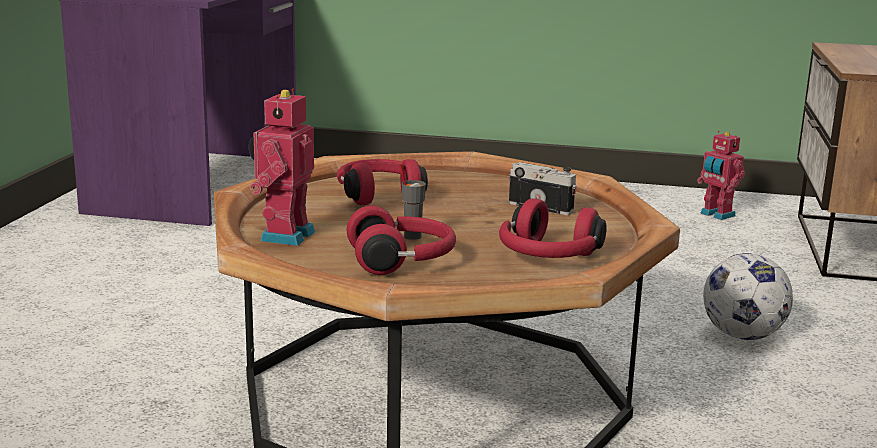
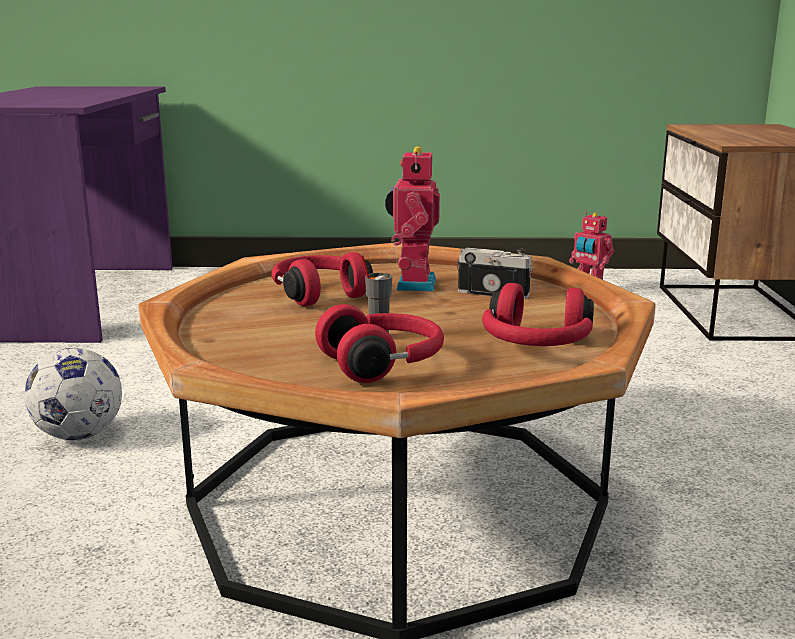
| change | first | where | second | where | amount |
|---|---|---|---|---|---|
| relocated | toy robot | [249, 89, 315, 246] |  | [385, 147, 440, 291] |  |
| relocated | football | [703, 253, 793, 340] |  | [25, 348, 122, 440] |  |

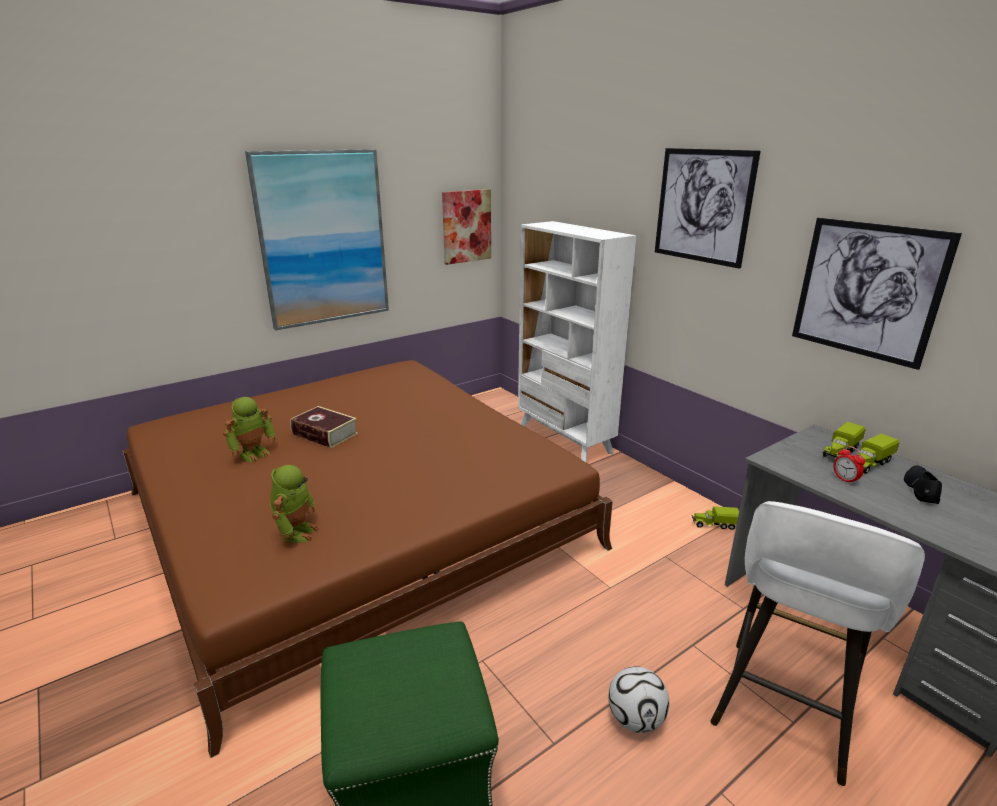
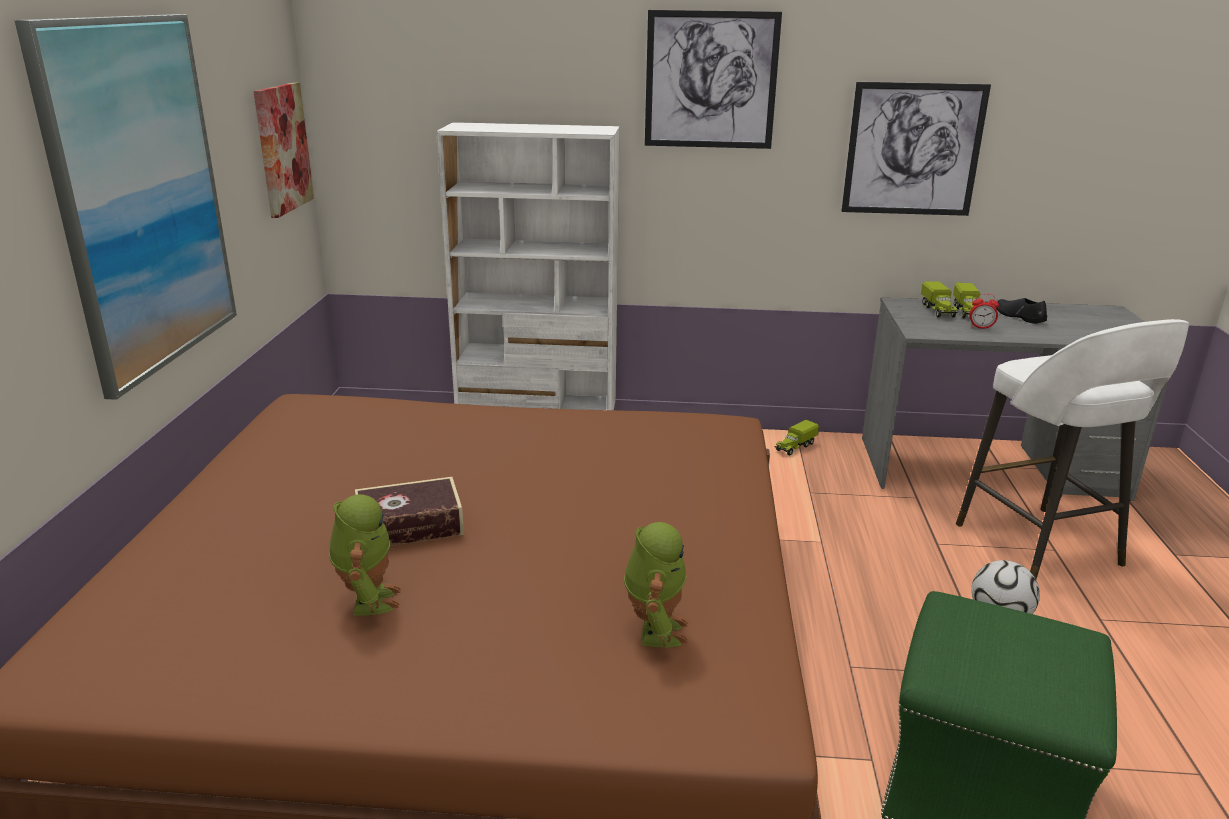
| change | first | where | second | where | amount |
|---|---|---|---|---|---|
| spun | toy robot | [270, 465, 320, 543] |  | [624, 522, 688, 647] | 45 degrees clockwise |

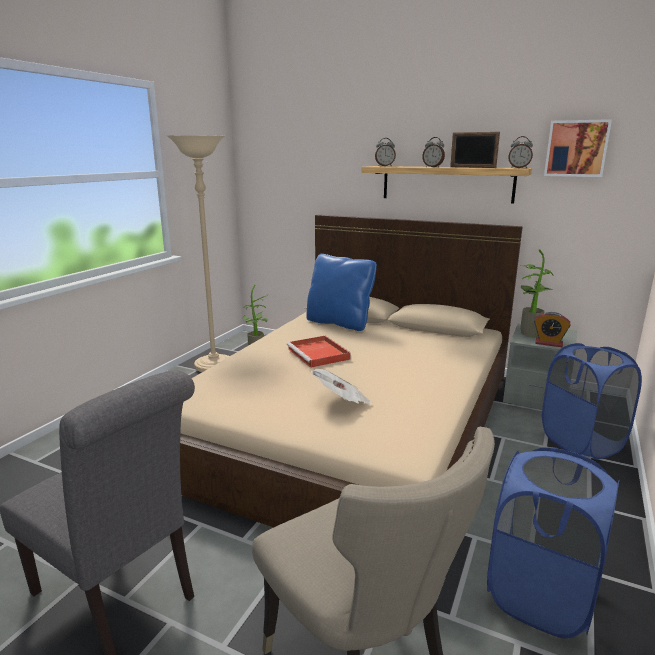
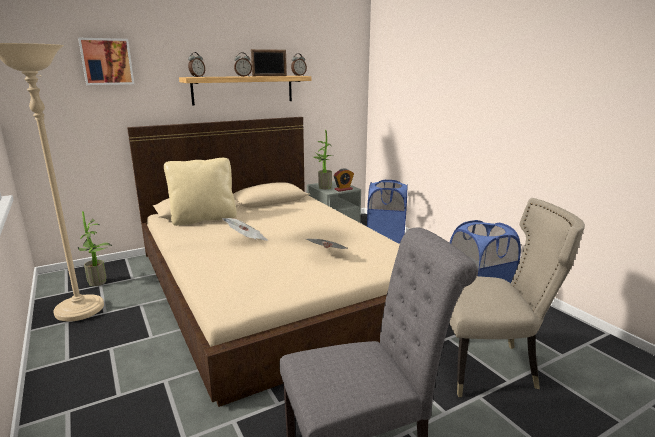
| change | first | where | second | where | amount |
|---|---|---|---|---|---|
| exchanged | tray/red | [287, 336, 351, 368] | printed paper | [222, 218, 269, 241] |  |
| colour | cushion/blue-coloured | [306, 254, 377, 331] | cushion/beige-coloured | [164, 158, 237, 226] |  |
| relocated | wall picture | [544, 119, 612, 177] |  | [78, 38, 134, 85] |  |

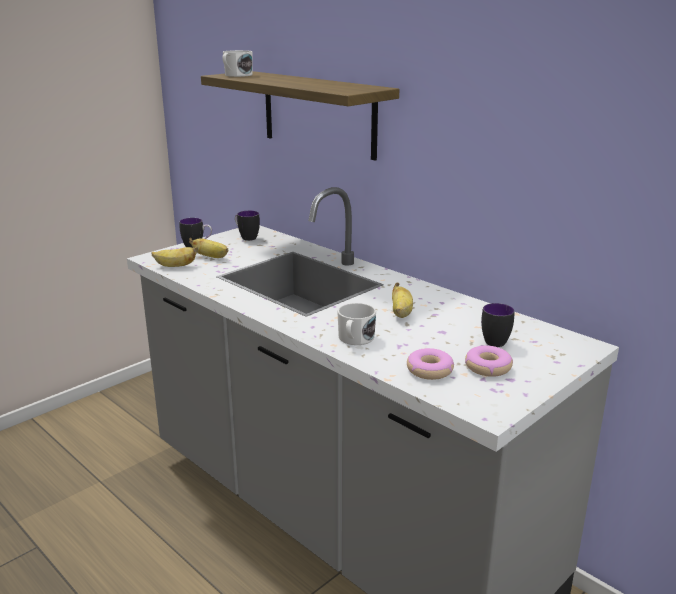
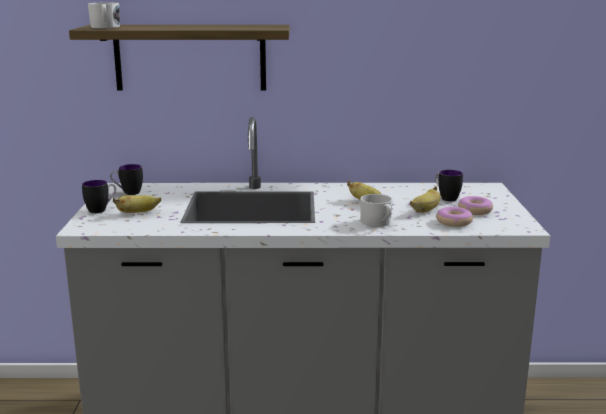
| change | first | where | second | where | amount |
|---|---|---|---|---|---|
| relocated | banana fruit | [151, 247, 198, 267] |  | [410, 187, 441, 213] |  |

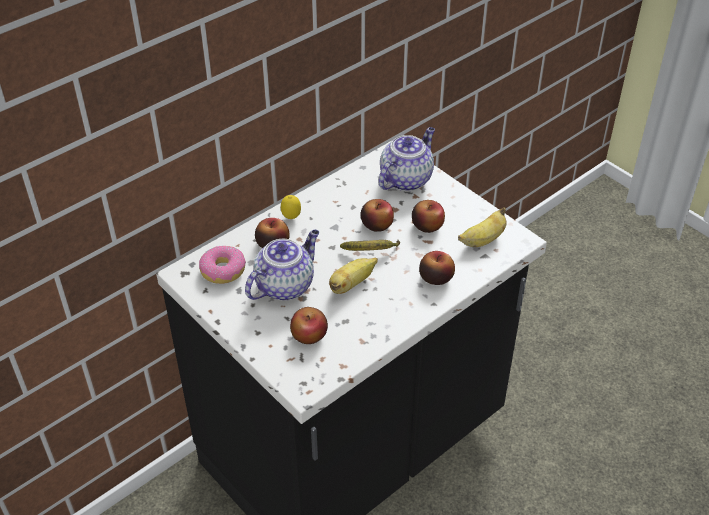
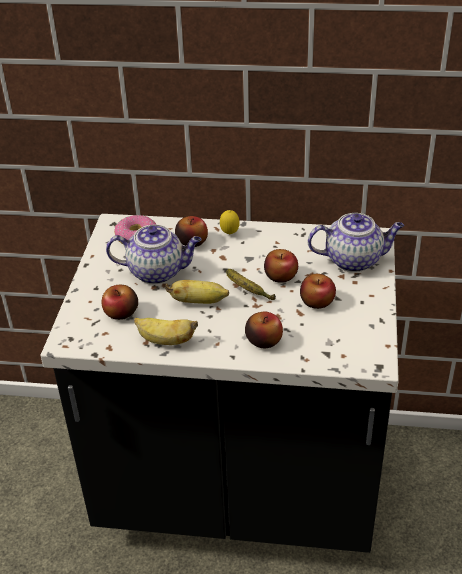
| change | first | where | second | where | amount |
|---|---|---|---|---|---|
| relocated | banana fruit | [458, 207, 507, 247] |  | [134, 317, 198, 345] |  |

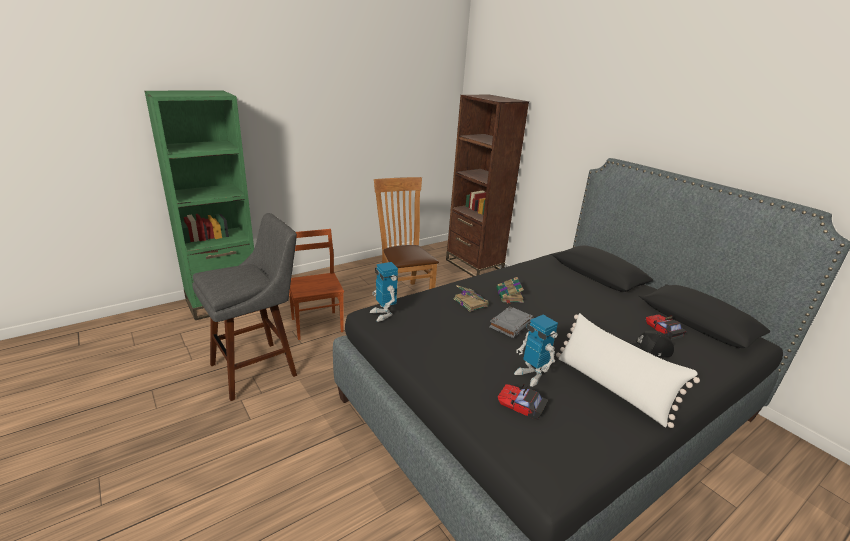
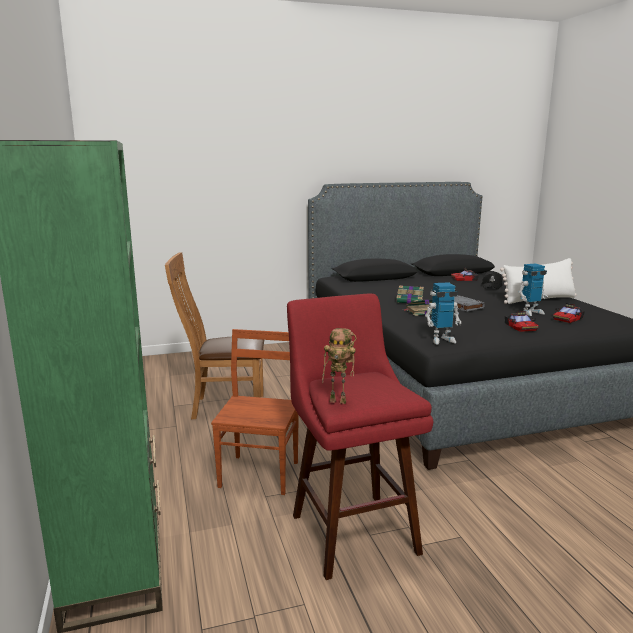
| change | first | where | second | where | amount |
|---|---|---|---|---|---|
| colour | stool/gray | [192, 213, 297, 401] | stool/red | [287, 293, 433, 580] |  |
| spun | upright chair/brownish | [289, 229, 344, 340] |  | [211, 329, 299, 495] | 105 degrees clockwise |
| missing | bookshelf/brownish | [446, 95, 529, 277] |  |  |  |
| appeared |  |  | toy robot | [322, 328, 356, 404] |  |
| appeared |  |  | toy car | [505, 311, 539, 332] |  |

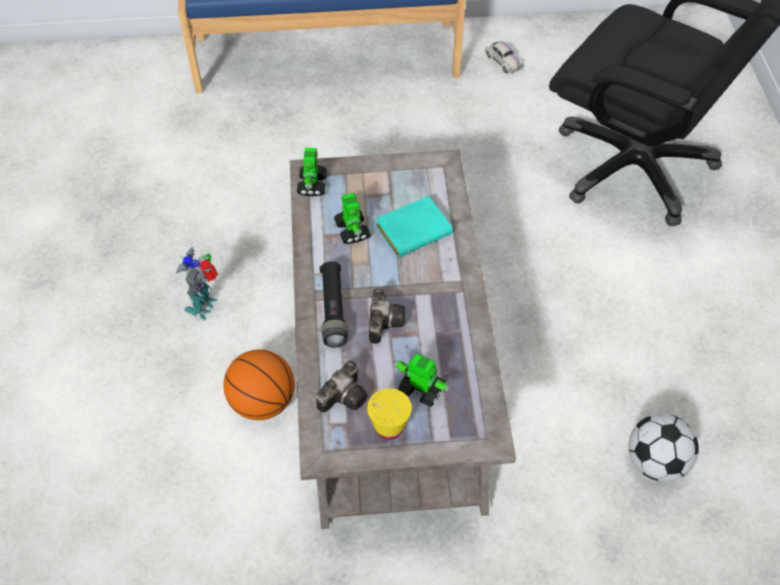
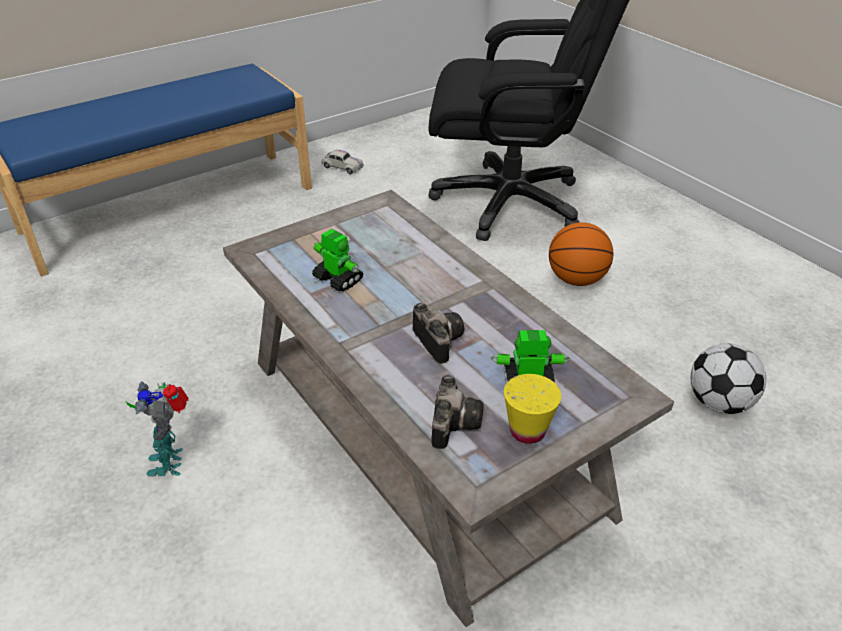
| change | first | where | second | where | amount |
|---|---|---|---|---|---|
| relocated | basketball ball | [223, 350, 295, 420] |  | [549, 222, 613, 286] |  |
| missing | toy robot | [297, 148, 328, 197] |  |  |  |
| missing | torch/blackish | [319, 261, 348, 347] |  |  |  |
| missing | volume/turquoise-coloured | [375, 196, 453, 257] |  |  |  |

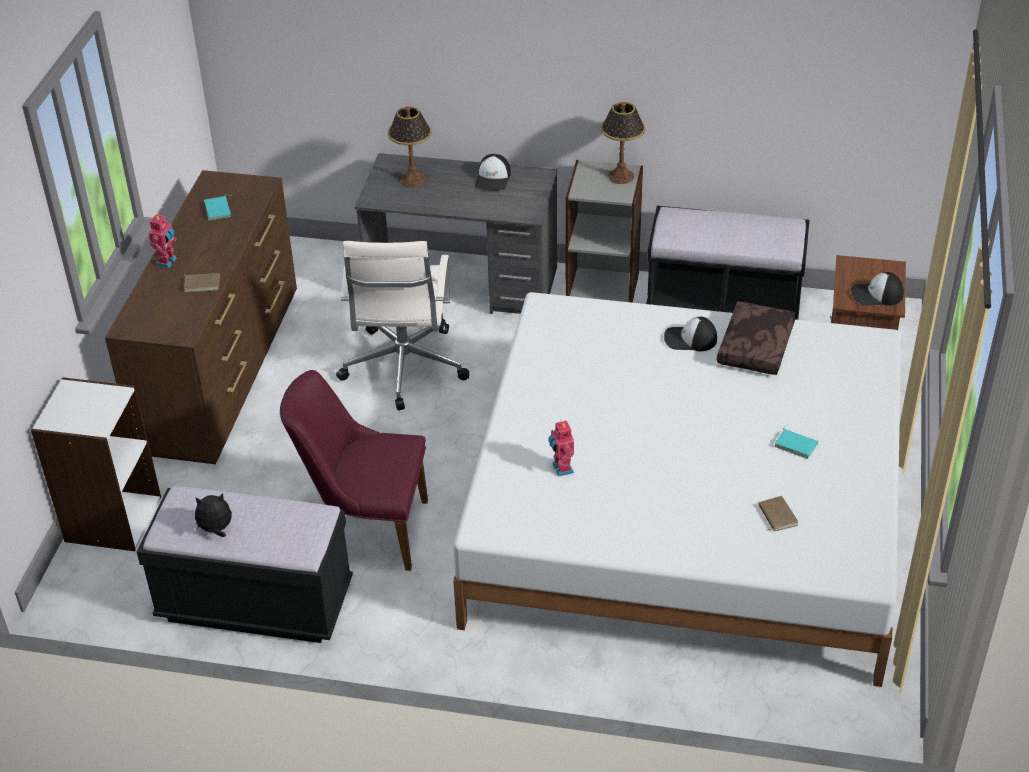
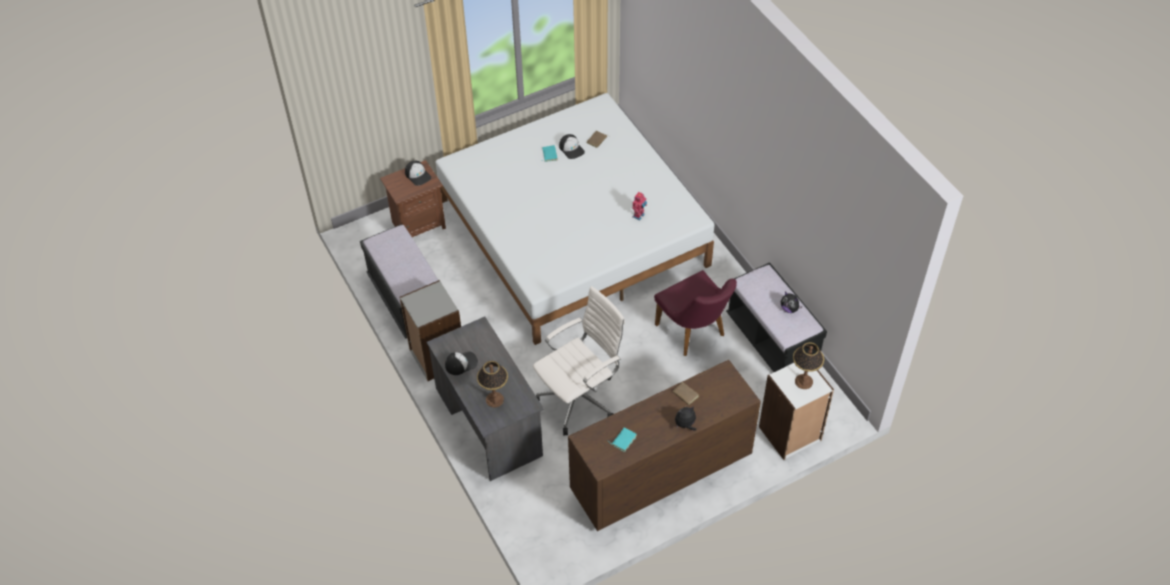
| change | first | where | second | where | amount |
|---|---|---|---|---|---|
| exchanged | toy robot | [149, 213, 177, 268] | plush toy | [675, 407, 697, 431] |  |
| relocated | tabletop lamp | [601, 102, 645, 184] |  | [793, 342, 824, 389] |  |
| relocated | cap | [664, 317, 717, 351] |  | [559, 134, 585, 159] |  |
| missing | cushion/brownish | [717, 301, 796, 375] |  |  |  |

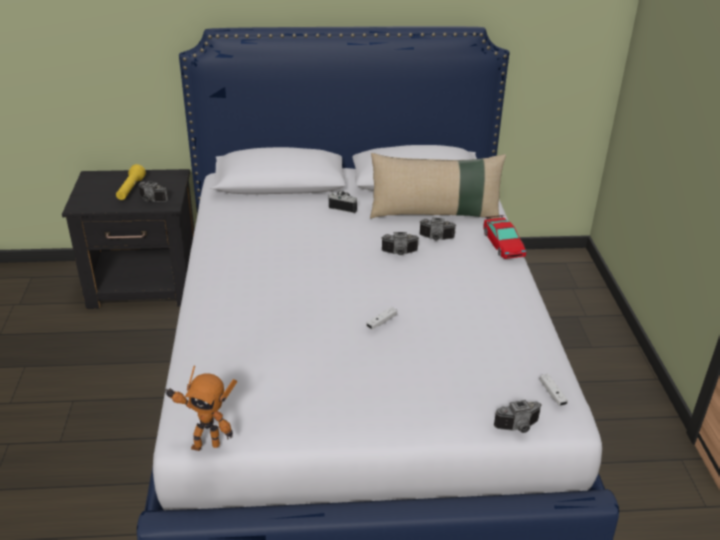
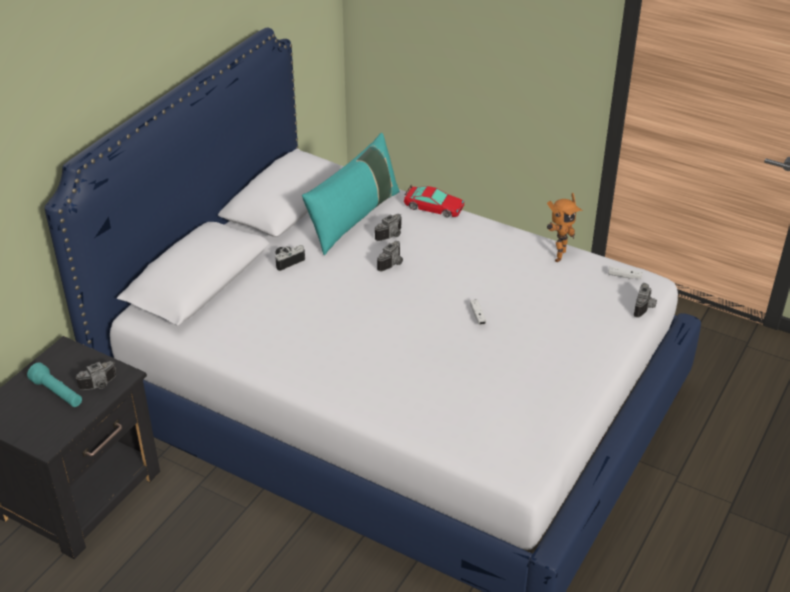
| change | first | where | second | where | amount |
|---|---|---|---|---|---|
| colour | torch/yellowish | [116, 164, 146, 200] | torch/turquoise-coloured | [27, 362, 82, 407] |  |
| relocated | toy robot | [164, 366, 237, 451] |  | [547, 193, 583, 262] |  |
| colour | cushion/beige-coloured | [370, 153, 506, 219] | cushion/turquoise-coloured | [302, 133, 400, 255] |  |

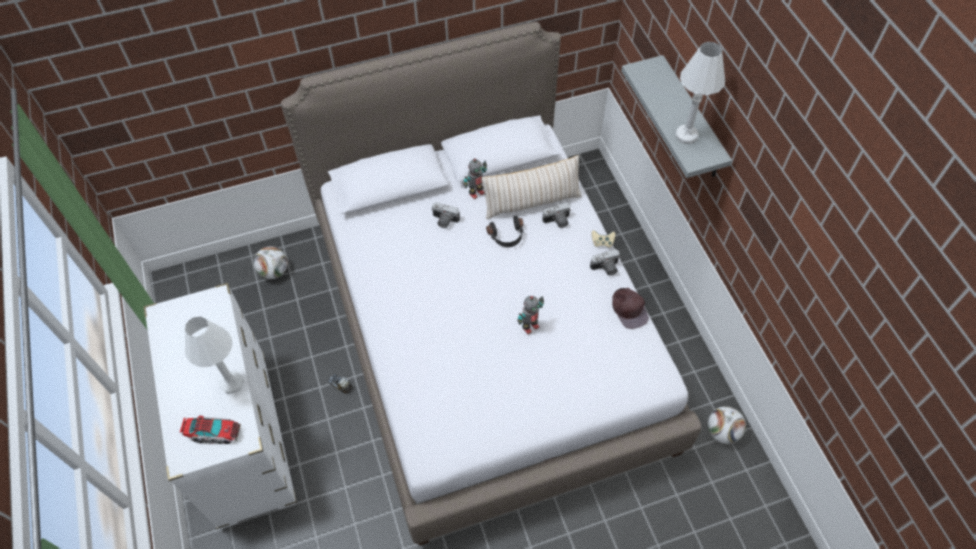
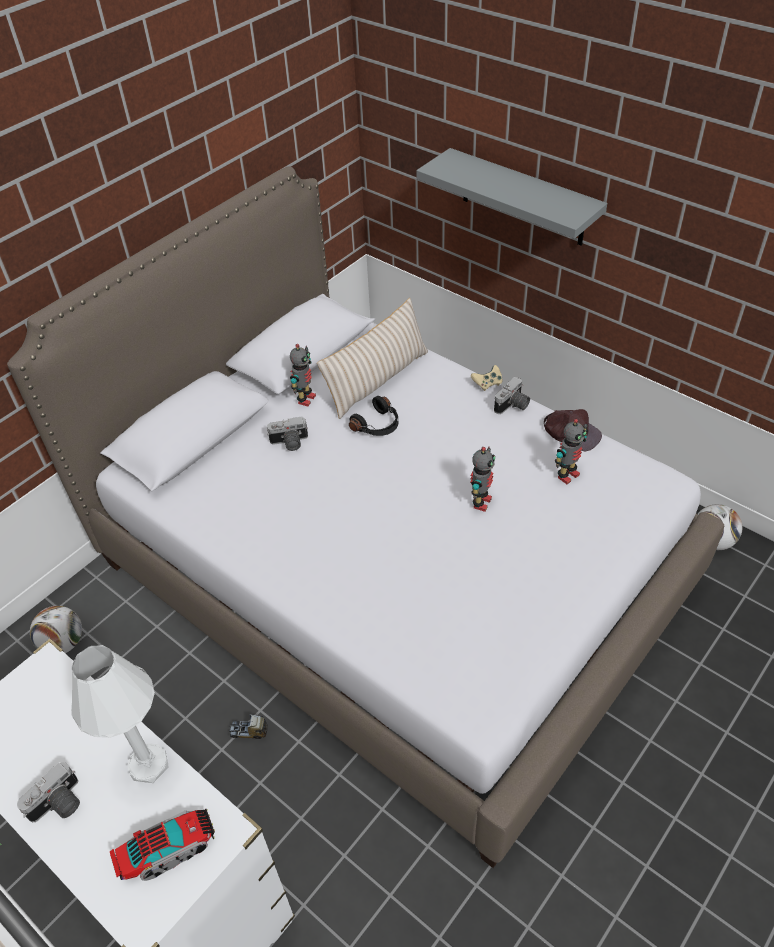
| change | first | where | second | where | amount |
|---|---|---|---|---|---|
| relocated | still camera | [542, 202, 571, 228] |  | [17, 762, 80, 822] |  |
| missing | tabletop lamp/white | [675, 42, 725, 144] |  |  |  |
| appeared |  |  | toy robot | [555, 419, 588, 484] |  |

